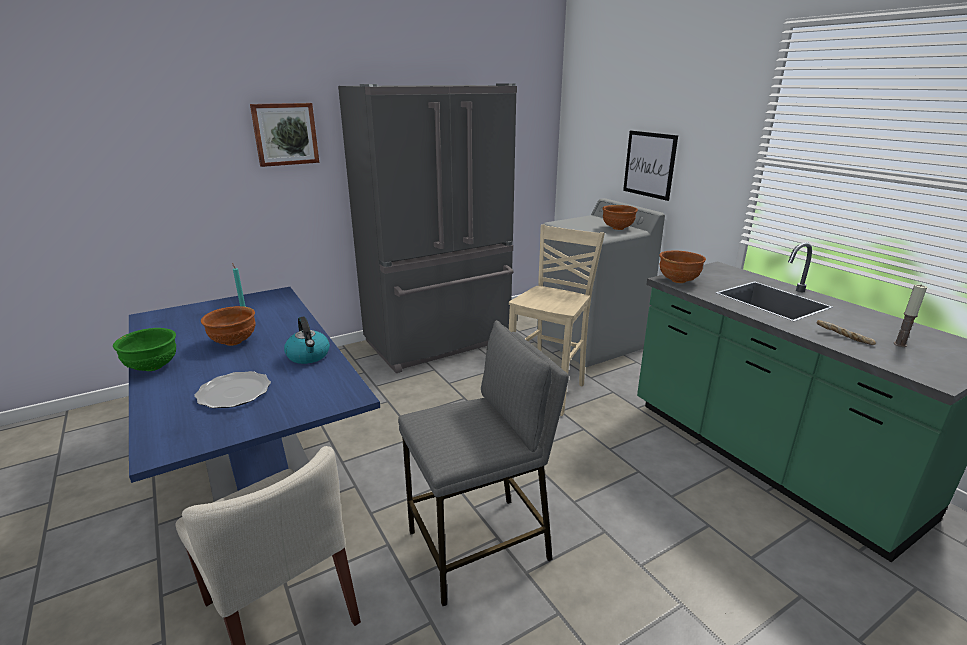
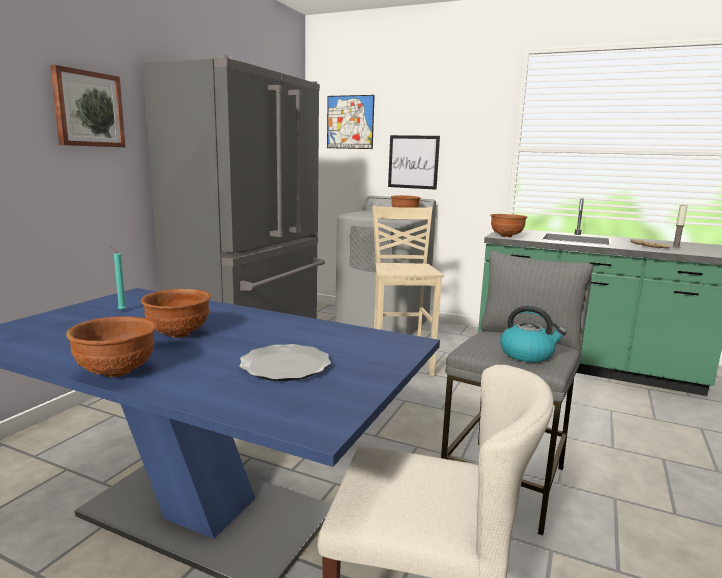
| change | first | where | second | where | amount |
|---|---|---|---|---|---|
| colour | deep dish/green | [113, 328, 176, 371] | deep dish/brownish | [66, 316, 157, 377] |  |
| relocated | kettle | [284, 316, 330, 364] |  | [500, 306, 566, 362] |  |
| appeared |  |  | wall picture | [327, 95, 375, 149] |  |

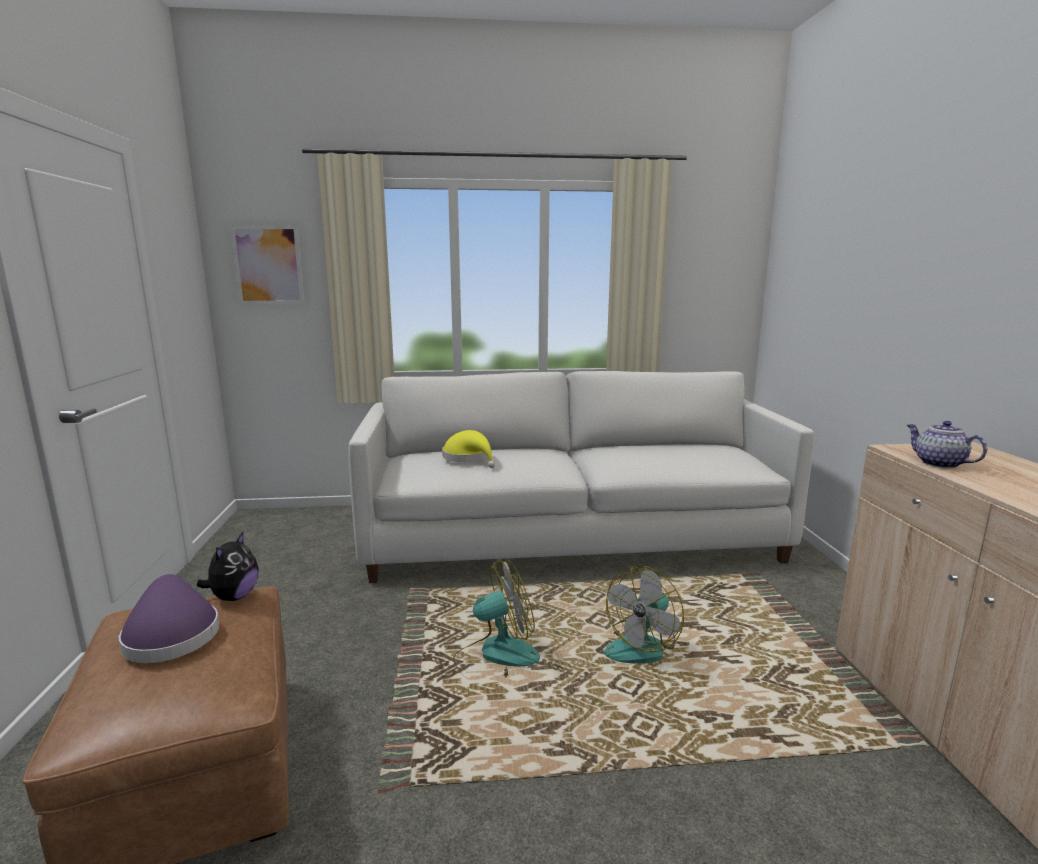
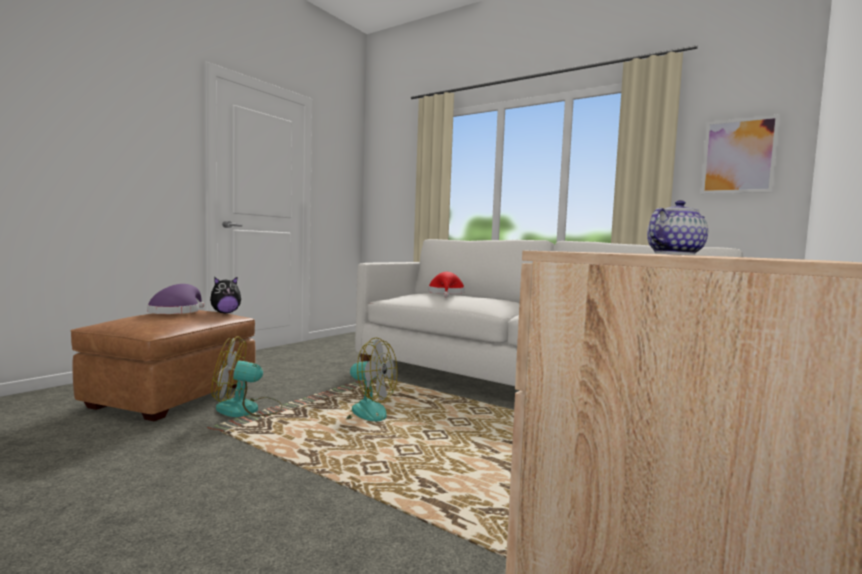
| change | first | where | second | where | amount |
|---|---|---|---|---|---|
| relocated | wall picture | [230, 225, 304, 304] |  | [700, 114, 780, 194] |  |
| colour | clothing hat/yellowish | [442, 430, 495, 468] | clothing hat/red | [428, 272, 465, 297] |  |
| relocated | cooling fan | [604, 565, 684, 663] |  | [211, 336, 283, 417] |  |
| spun | tea pot | [907, 421, 987, 468] |  | [647, 200, 708, 255] | 45 degrees clockwise |

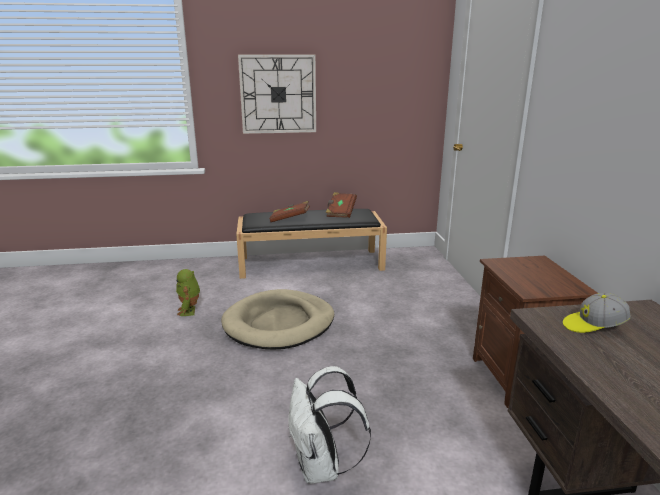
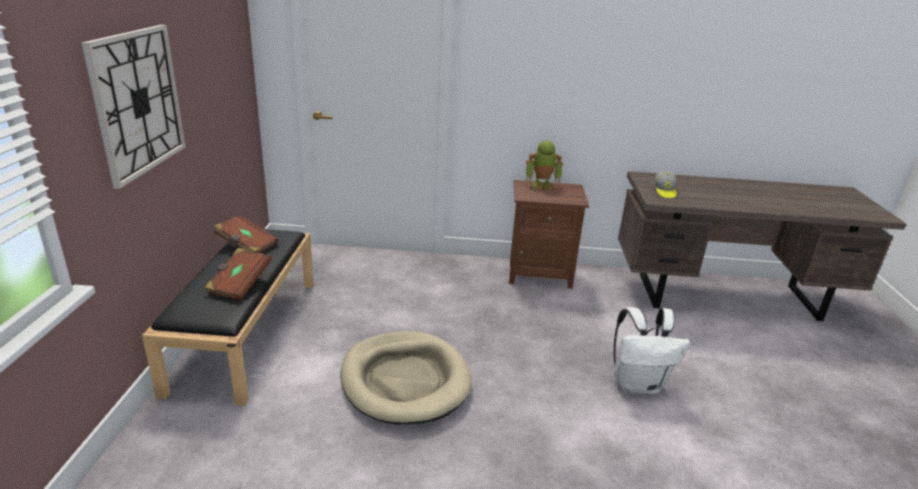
| change | first | where | second | where | amount |
|---|---|---|---|---|---|
| relocated | toy robot | [176, 269, 200, 316] |  | [526, 140, 563, 191] |  |

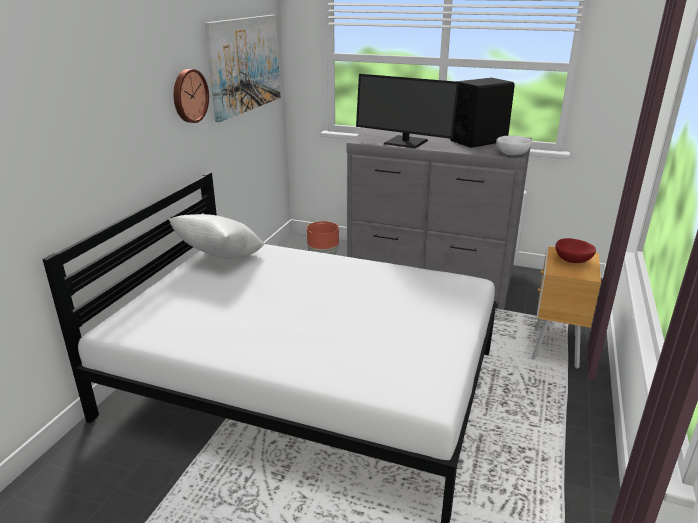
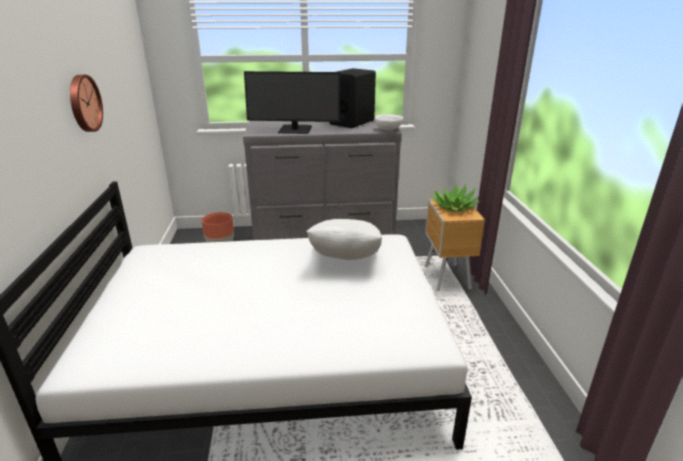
| change | first | where | second | where | amount |
|---|---|---|---|---|---|
| relocated | cushion/white | [168, 214, 264, 259] |  | [306, 219, 382, 260] |  |
| missing | wall picture | [205, 15, 280, 122] |  |  |  |
| exchanged | deep dish/red | [555, 238, 596, 263] | houseplant | [431, 183, 480, 212] |  |

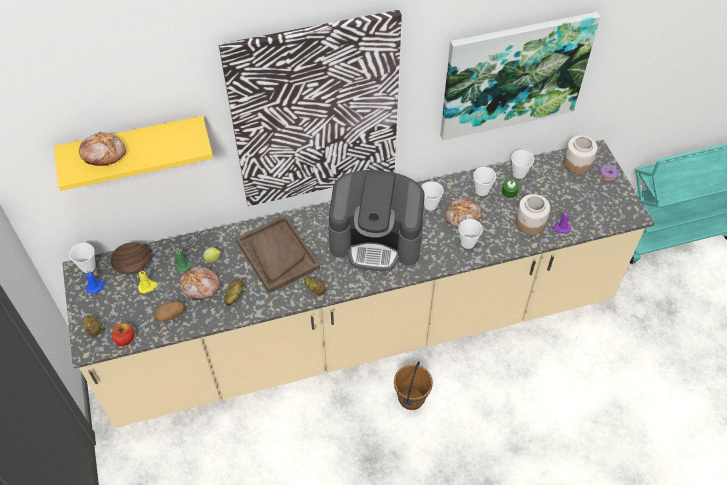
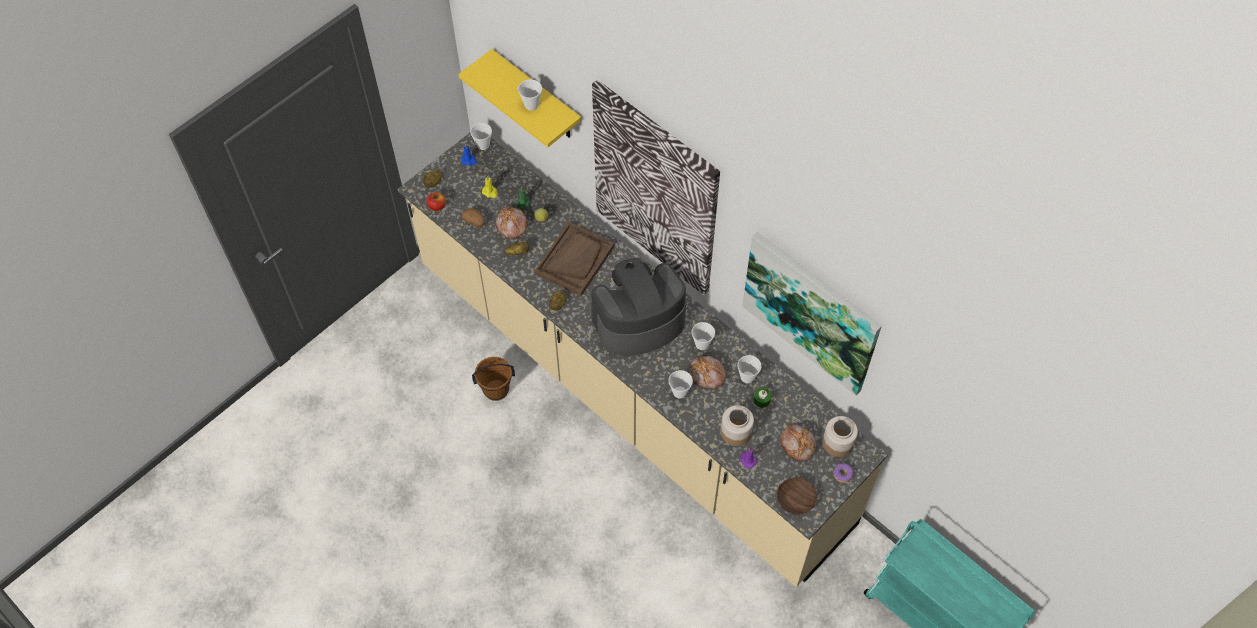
| change | first | where | second | where | amount |
|---|---|---|---|---|---|
| relocated | baked bread | [79, 132, 126, 166] |  | [780, 425, 816, 461] |  |
| relocated | deep dish/brownish | [110, 242, 150, 275] |  | [777, 478, 817, 515] |  |
| spun | coffee brewer | [328, 170, 425, 271] |  | [590, 258, 686, 356] | 90 degrees clockwise |
| relocated | pail/brownish | [394, 361, 433, 410] |  | [472, 357, 515, 401] |  |
| relocated | cup | [511, 150, 534, 179] |  | [518, 79, 542, 110] |  |

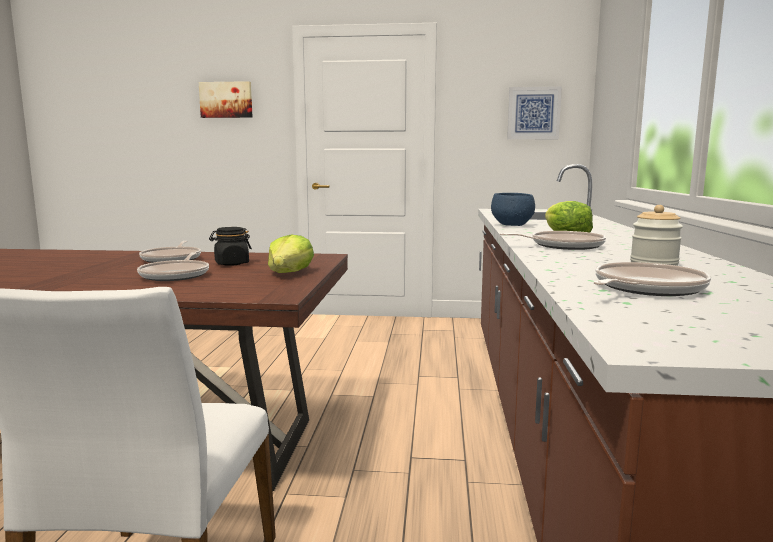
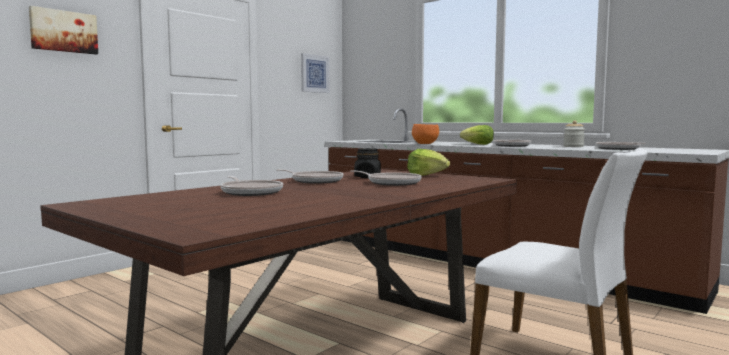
| change | first | where | second | where | amount |
|---|---|---|---|---|---|
| colour | deep dish/blue-coloured | [491, 193, 535, 226] | deep dish/orange | [412, 124, 439, 144] |  |
| appeared |  |  | pan | [221, 176, 283, 196] |  |

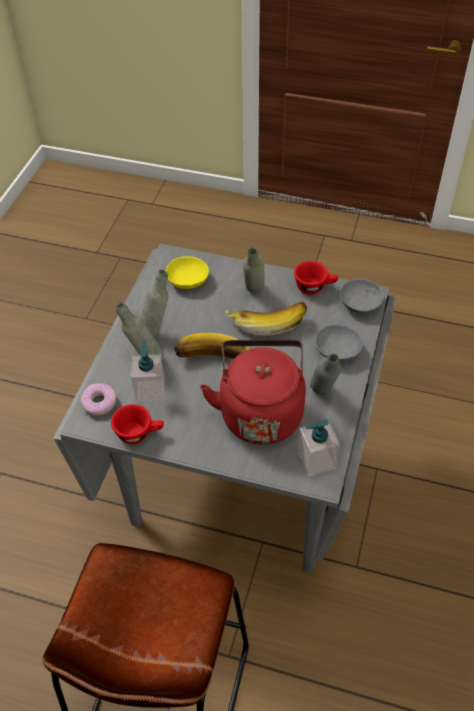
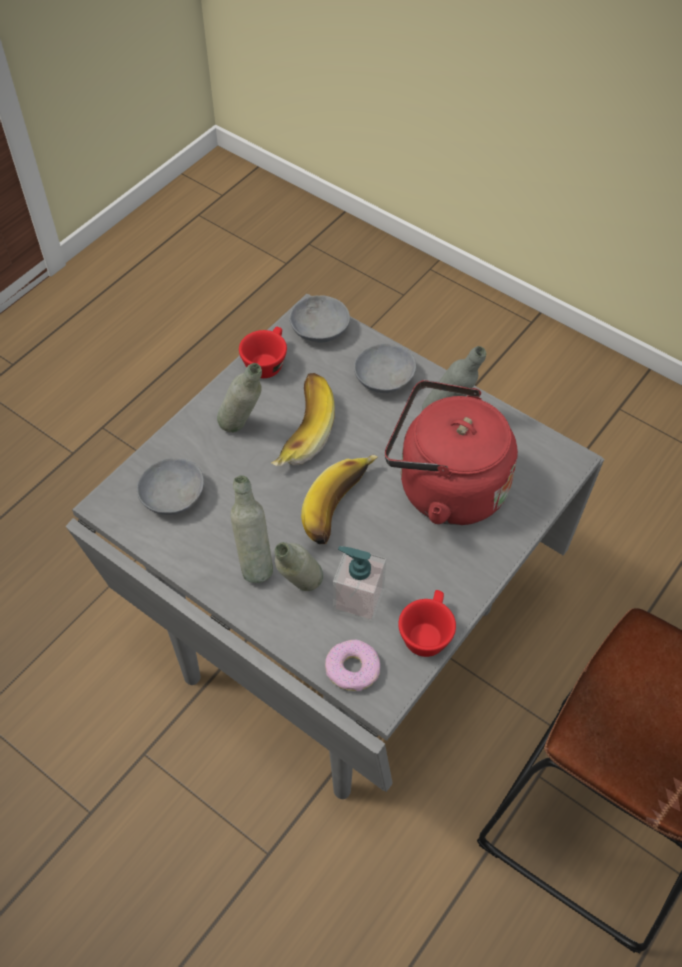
| change | first | where | second | where | amount |
|---|---|---|---|---|---|
| colour | deep dish/yellowish | [166, 256, 209, 289] | deep dish/gray | [137, 458, 204, 515] |  |
| missing | liquid soap bottle | [298, 419, 340, 477] |  |  |  |

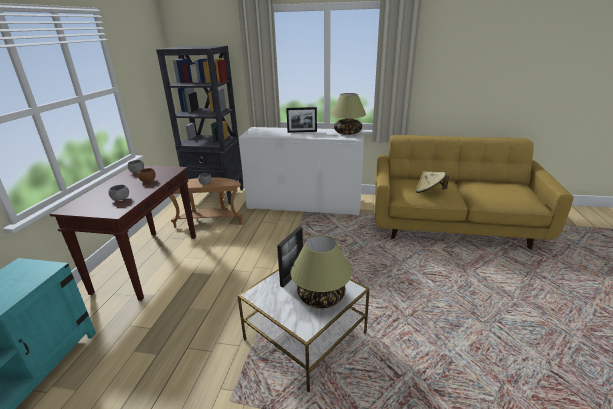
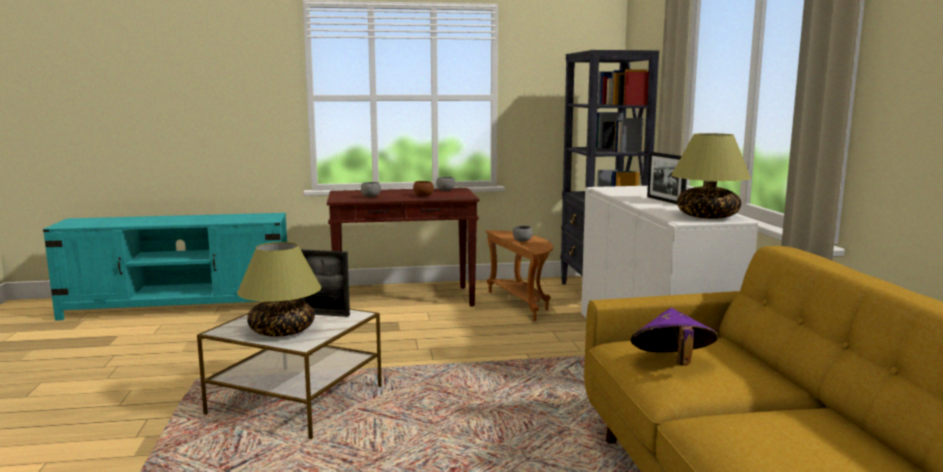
| change | first | where | second | where | amount |
|---|---|---|---|---|---|
| colour | clothing hat/beige-coloured | [415, 172, 449, 193] | clothing hat/purplish | [631, 308, 718, 366] |  |

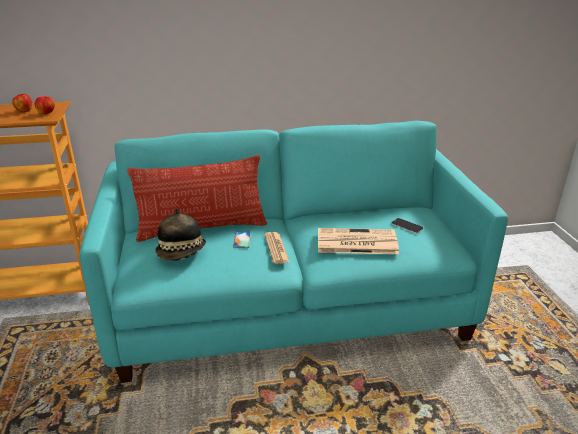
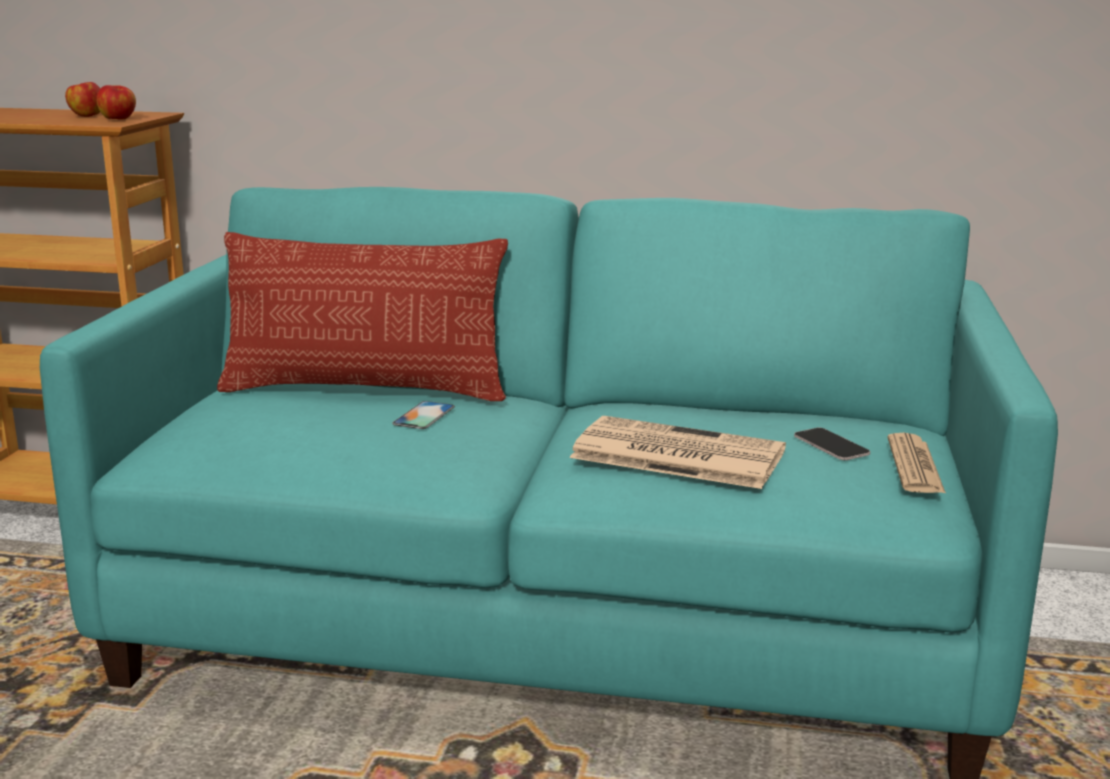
| change | first | where | second | where | amount |
|---|---|---|---|---|---|
| missing | clothing hat | [155, 208, 206, 261] |  |  |  |
| relocated | printed paper | [265, 232, 290, 264] |  | [887, 433, 946, 493] |  |

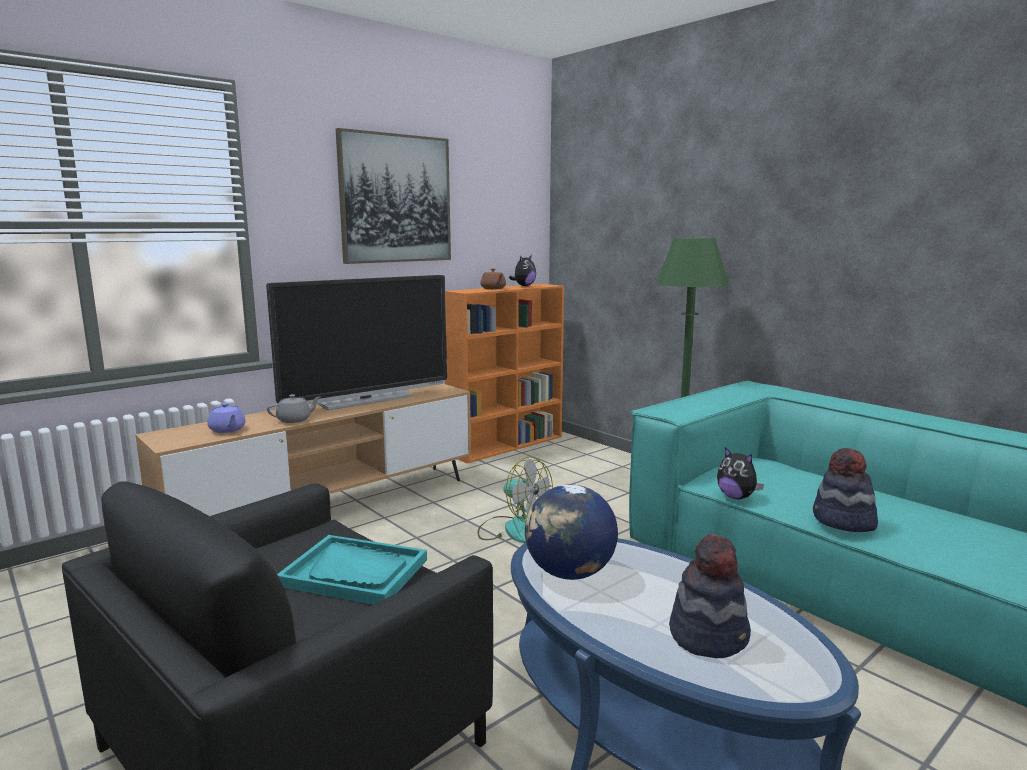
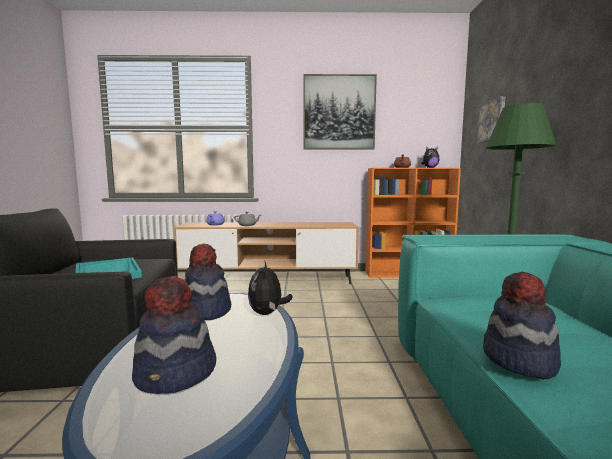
| change | first | where | second | where | amount |
|---|---|---|---|---|---|
| missing | television | [266, 275, 447, 410] |  |  |  |
| missing | cooling fan | [478, 457, 553, 543] |  |  |  |
| exchanged | globe | [525, 484, 618, 580] | clothing hat | [184, 243, 231, 320] |  |
| relocated | plush toy | [717, 447, 764, 499] |  | [248, 262, 293, 315] |  |
| appeared |  |  | wall picture | [477, 97, 505, 143] |  |

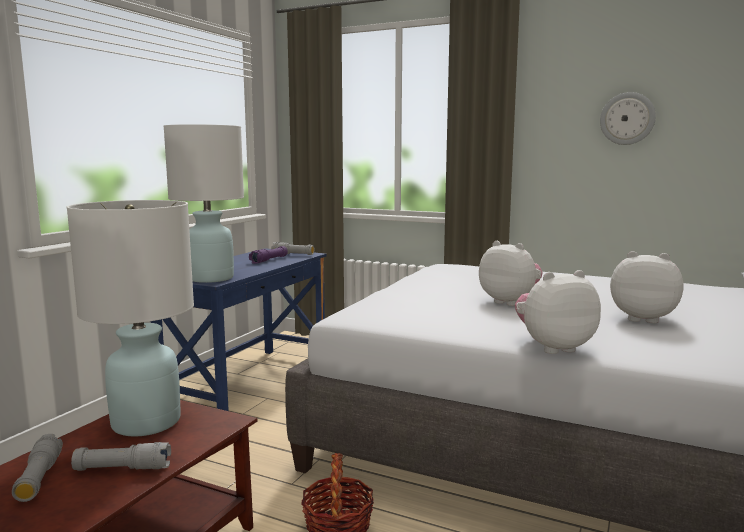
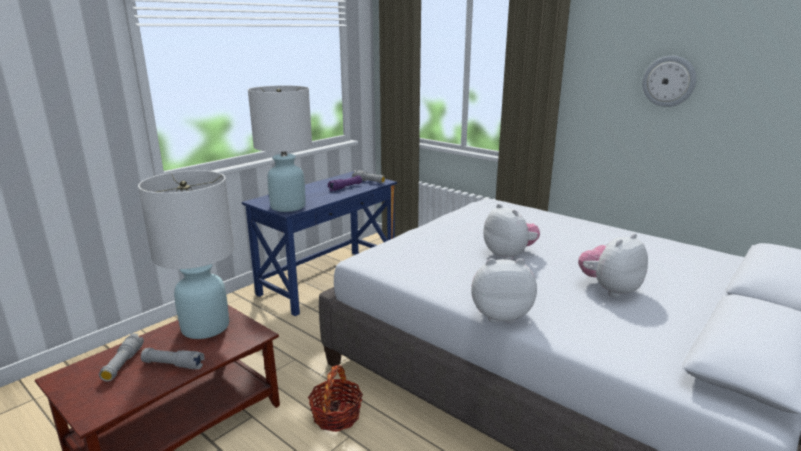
| change | first | where | second | where | amount |
|---|---|---|---|---|---|
| spun | plush toy | [610, 251, 683, 323] |  | [578, 233, 648, 297] | 75 degrees counterclockwise |

